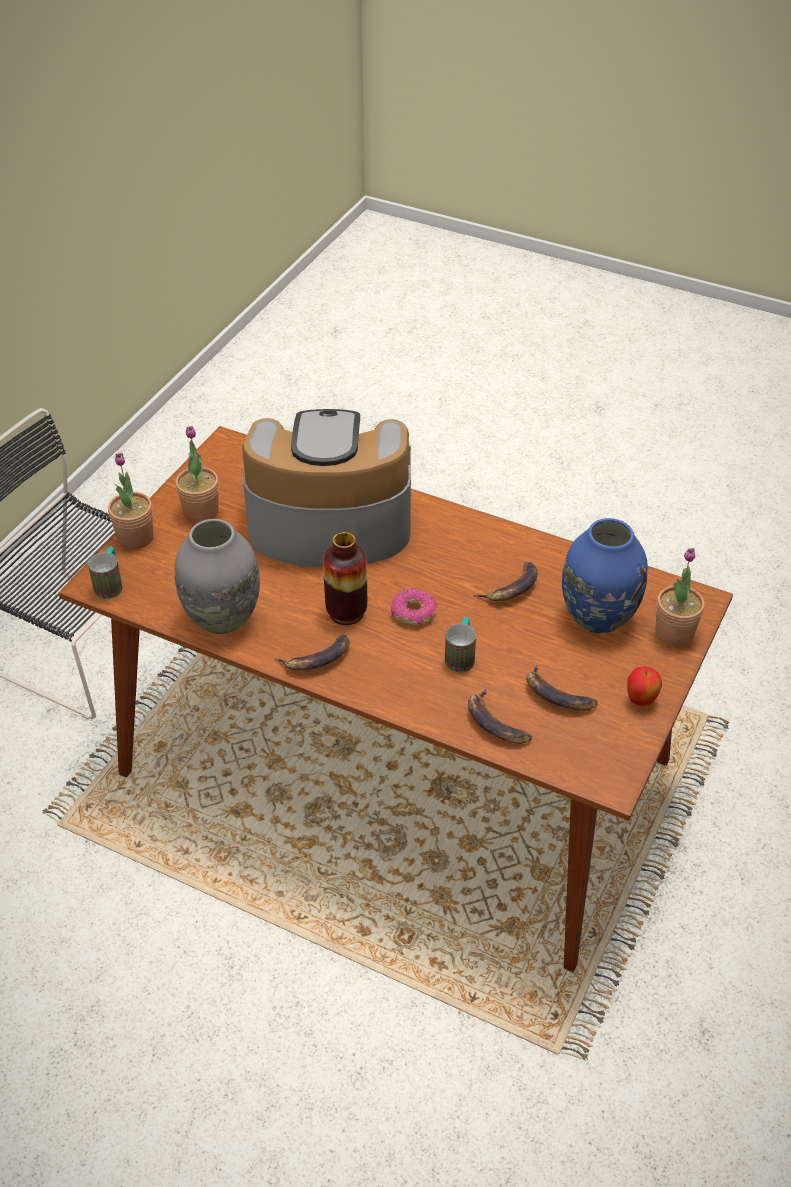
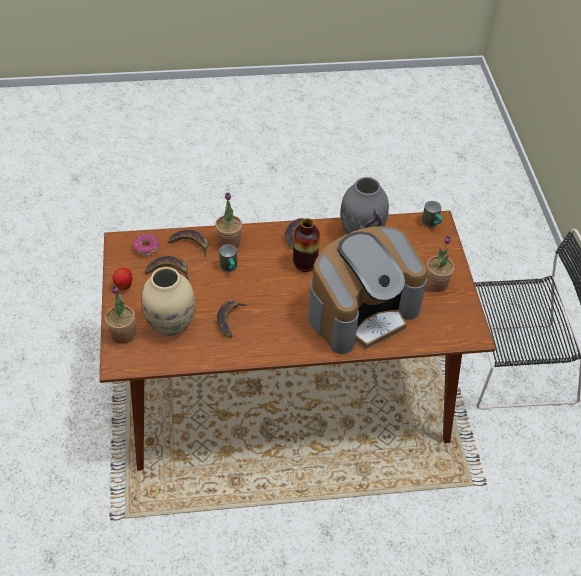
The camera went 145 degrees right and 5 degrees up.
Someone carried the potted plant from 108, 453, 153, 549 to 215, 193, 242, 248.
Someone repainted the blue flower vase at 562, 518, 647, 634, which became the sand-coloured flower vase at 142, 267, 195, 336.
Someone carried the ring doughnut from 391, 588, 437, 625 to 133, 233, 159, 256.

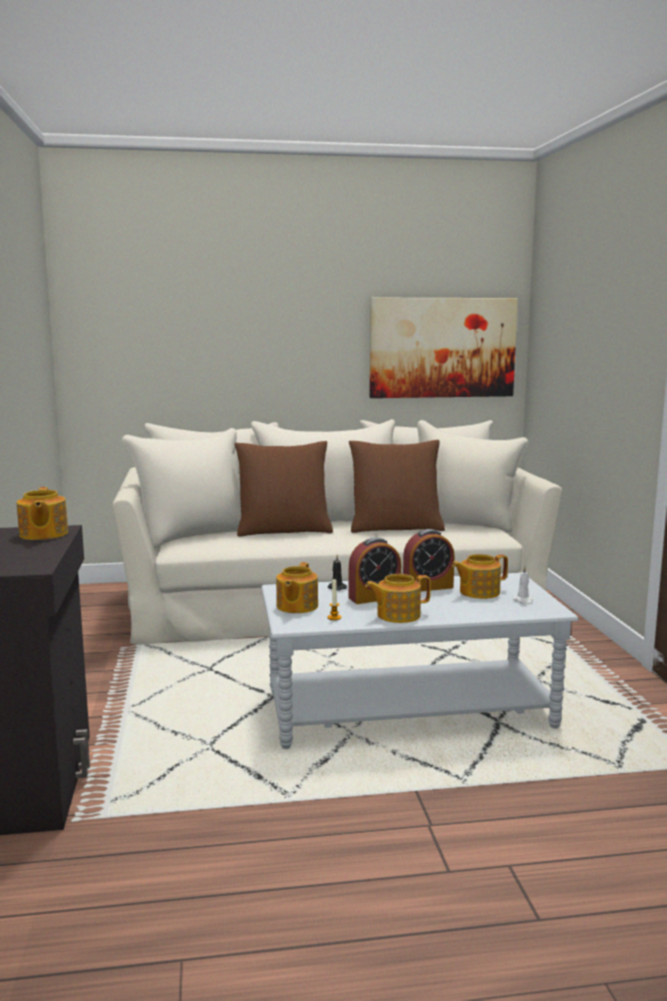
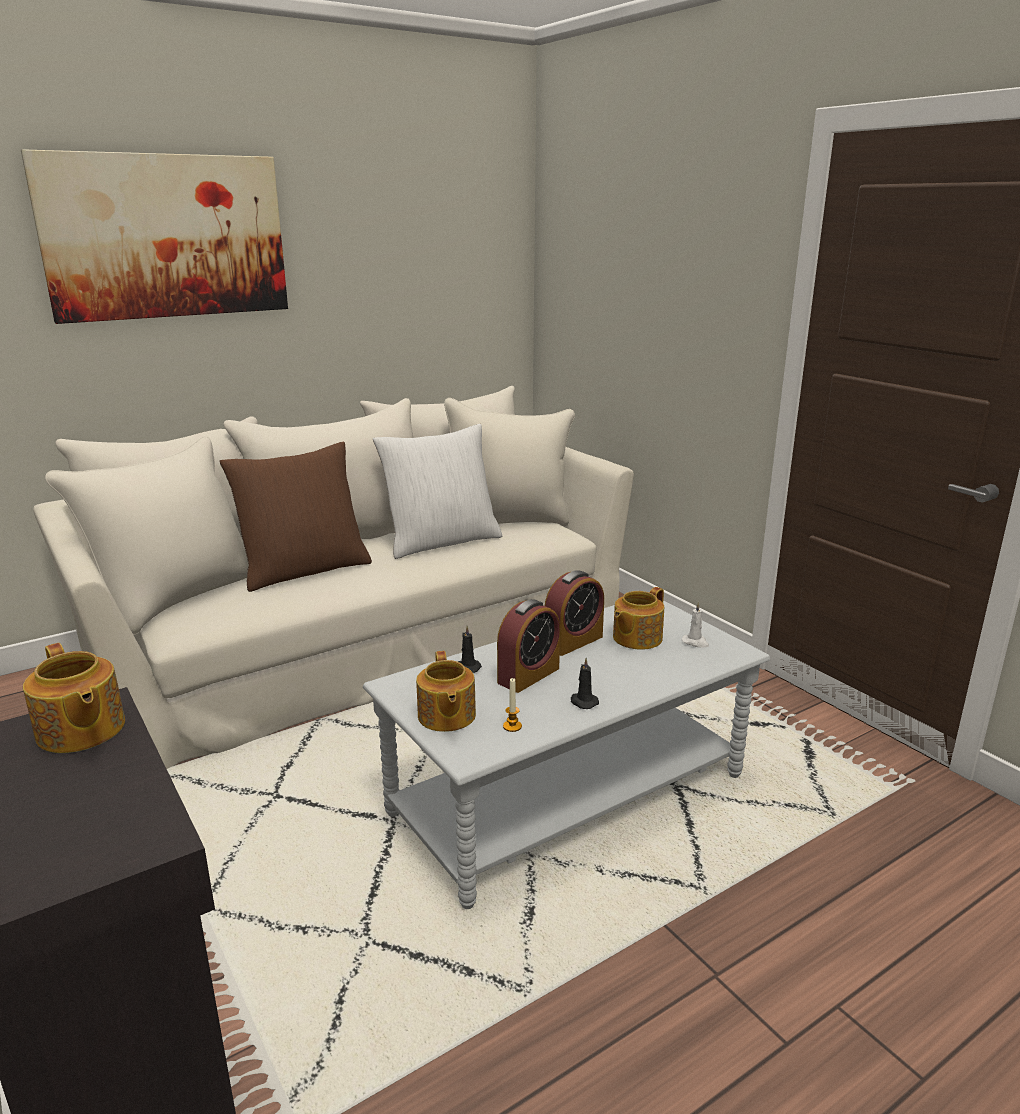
The camera went 25 degrees left and 10 degrees up.
Someone carried the wall picture from 369, 298, 518, 398 to 21, 149, 288, 324.
Someone repainted the brown throw pillow at 349, 440, 445, 533, which became the white-coloured throw pillow at 373, 424, 502, 559.
Someone swapped the teapot at 365, 574, 431, 623 for the black candle at 571, 658, 599, 709.

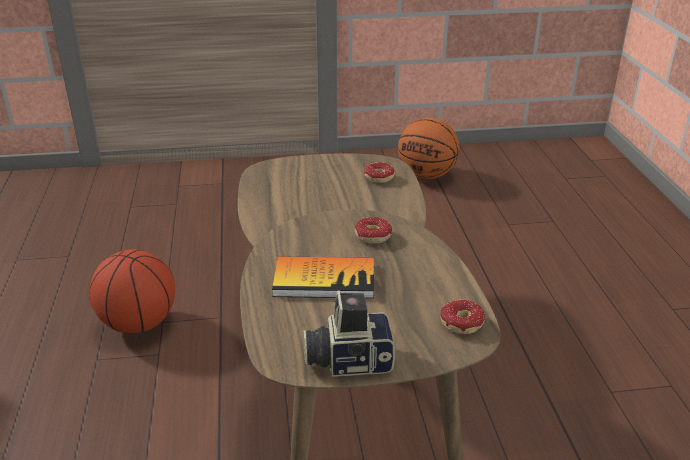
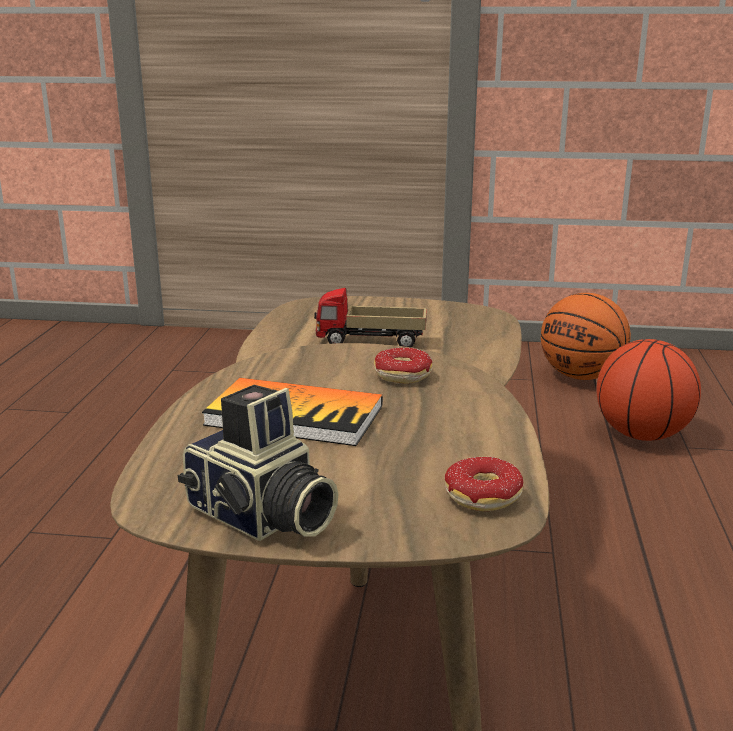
The camera went 15 degrees right and 10 degrees down.
Someone took away the ring doughnut at 364, 162, 395, 183.
Someone carried the basketball ball from 89, 250, 175, 333 to 596, 339, 701, 441.
Someone rotated the still camera at 303, 290, 395, 377 by 150 degrees counterclockwise.
Someone put down the toy truck at 314, 288, 427, 347.

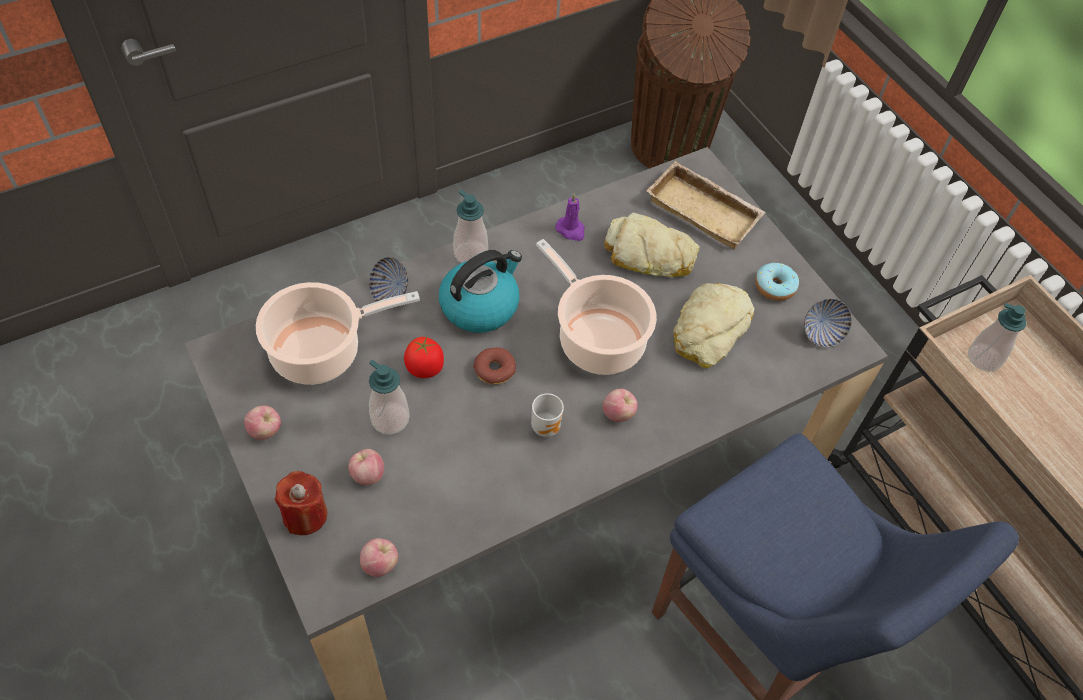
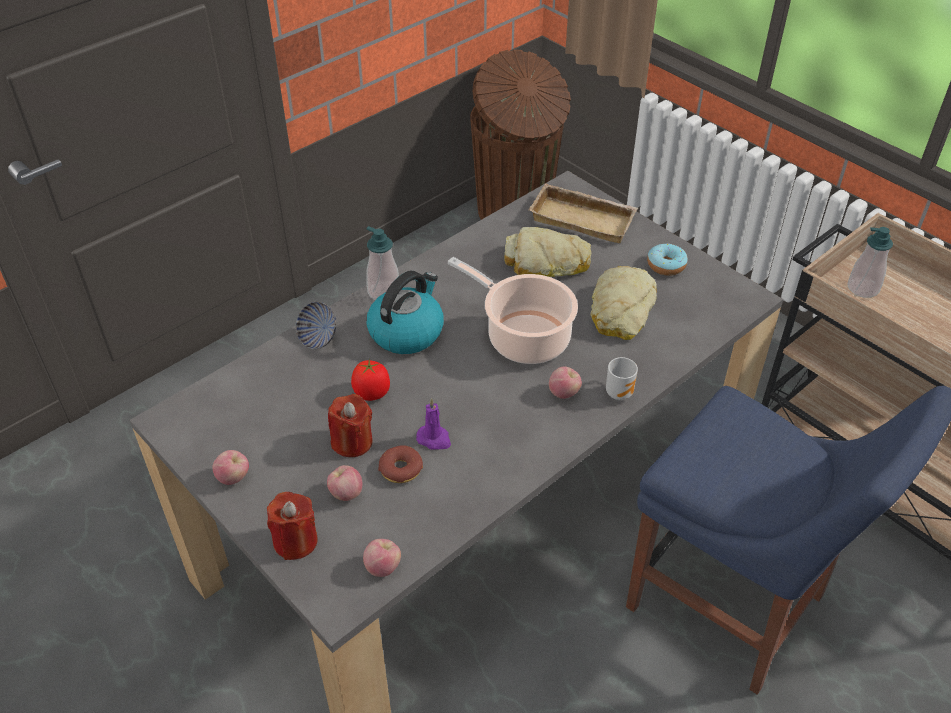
The camera went 10 degrees left and 10 degrees down.
Someone carried the purplish candle from 555, 193, 585, 241 to 416, 398, 451, 450.
Someone took away the saucepot at 256, 282, 420, 385.
Someone took away the bowl at 804, 299, 852, 347.
Someone carried the ring doughnut from 473, 348, 516, 385 to 378, 445, 423, 483.
Someone swapped the soap bottle at 369, 360, 409, 435 for the red-coloured candle at 328, 394, 372, 457.
Someone carried the coffee mug from 531, 393, 564, 437 to 606, 357, 638, 400.

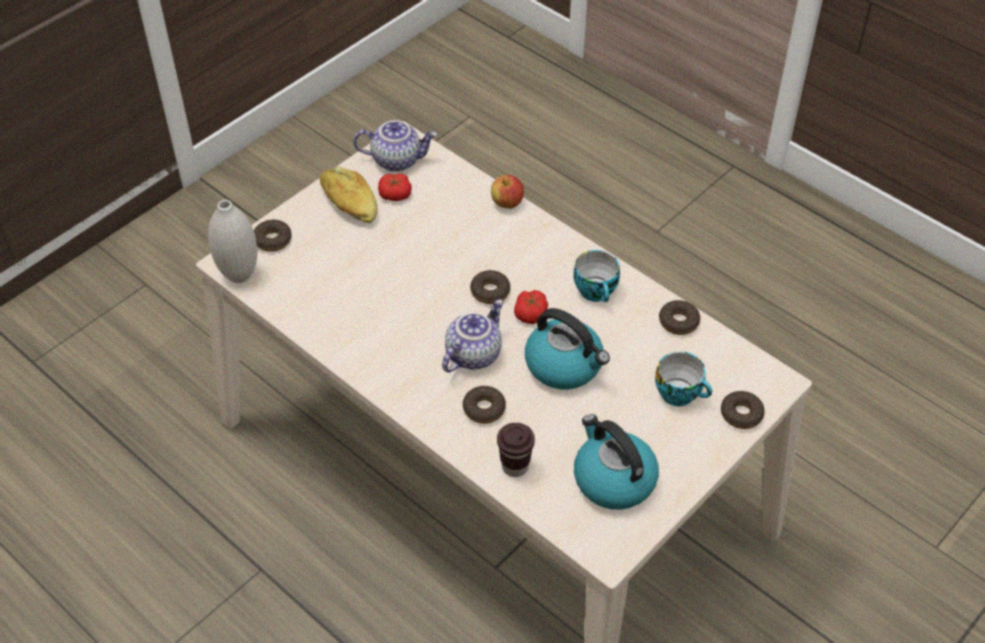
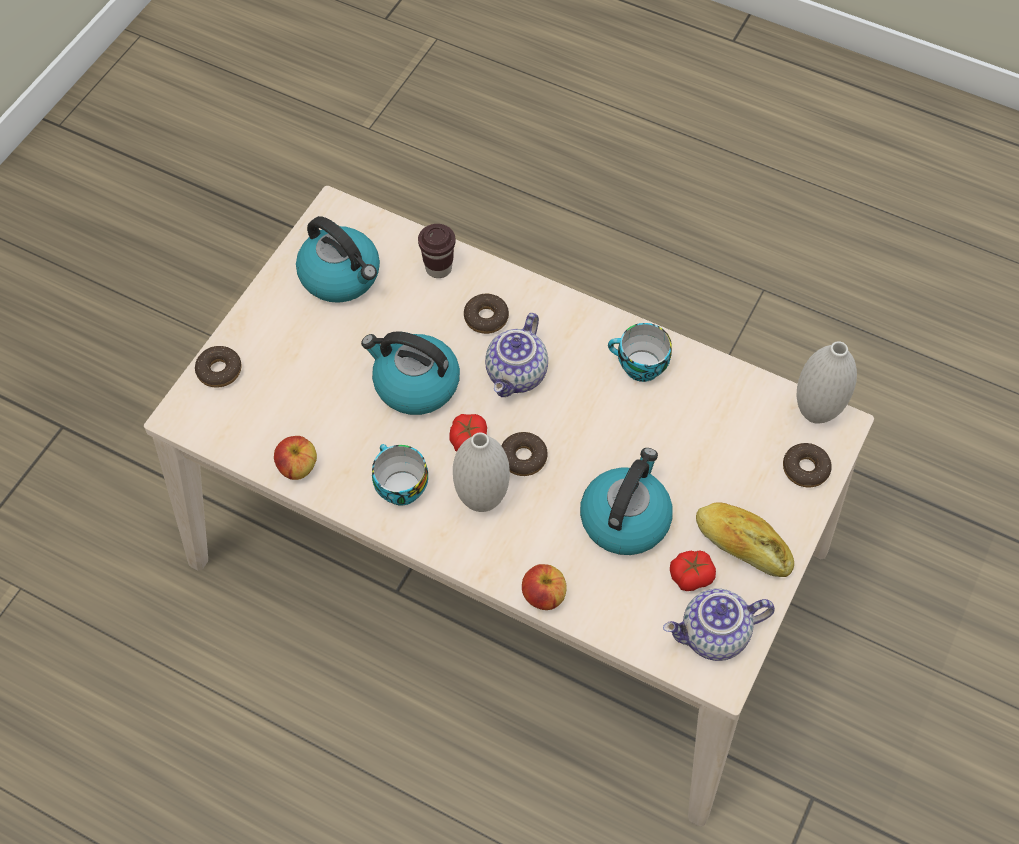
The camera went 165 degrees right and 10 degrees up.
Someone swapped the ring doughnut at 659, 300, 700, 335 for the apple fruit at 274, 436, 317, 480.
Someone carried the small cup from 655, 351, 712, 406 to 608, 323, 672, 382.
Someone put down the white-coloured flower vase at 453, 432, 510, 512.
Someone put down the tea kettle at 580, 448, 673, 555.

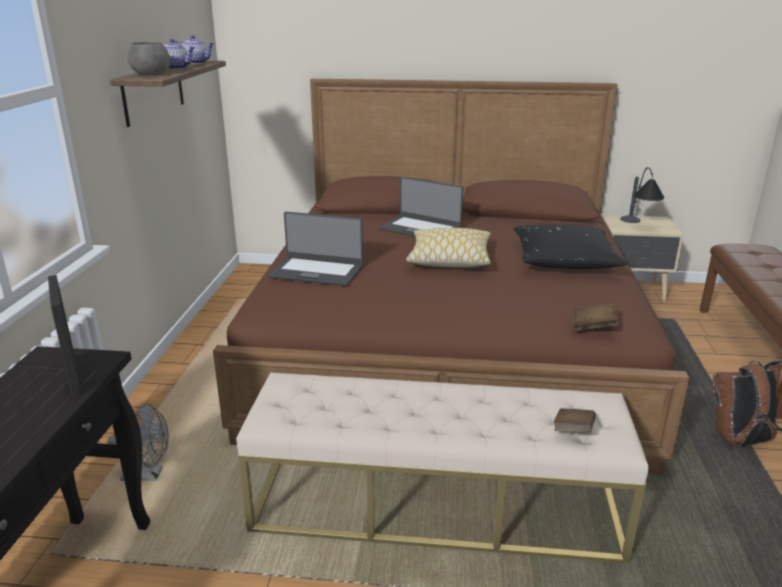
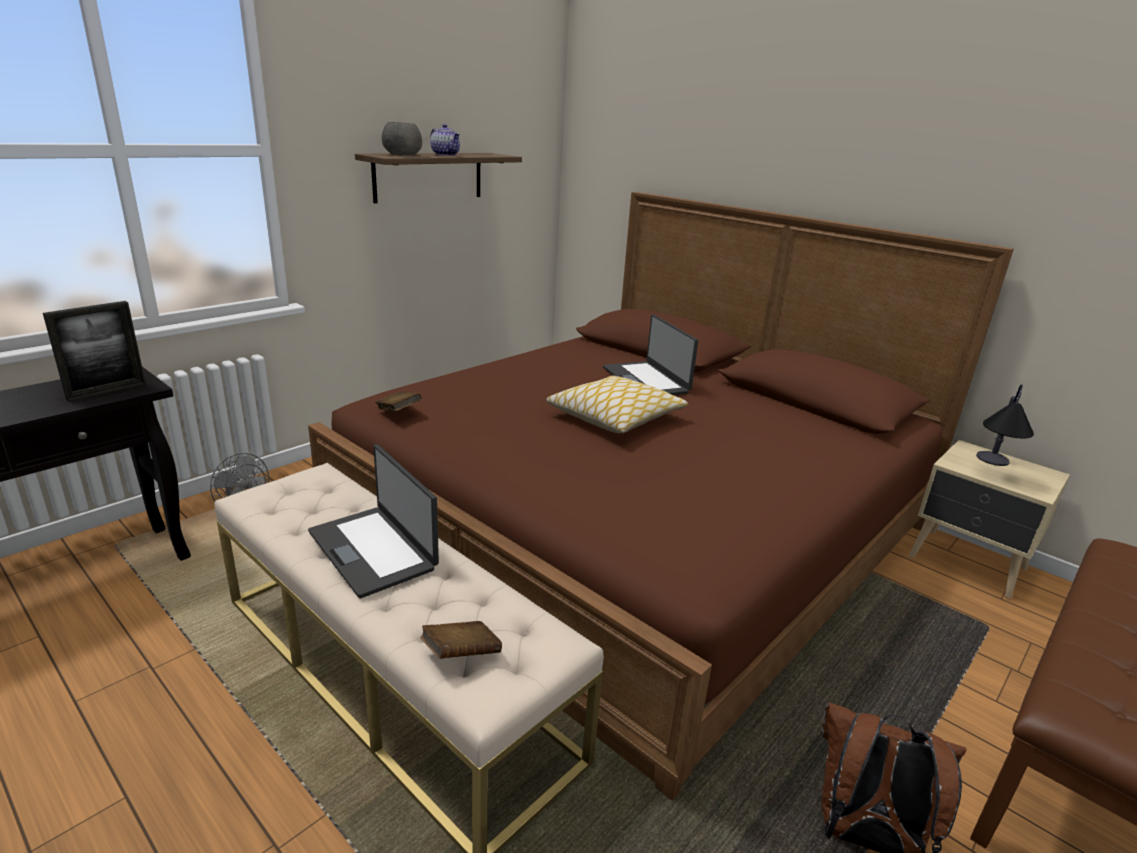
The camera went 35 degrees right and 0 degrees up.
Someone took away the teapot at 175, 35, 214, 64.
Someone carried the portable computer from 267, 212, 363, 286 to 308, 444, 439, 598.
Someone took away the black throw pillow at 513, 224, 628, 269.
Someone rotated the standing frame at 48, 275, 81, 397 by 150 degrees counterclockwise.
Someone carried the brown book from 573, 303, 618, 331 to 376, 392, 422, 412.

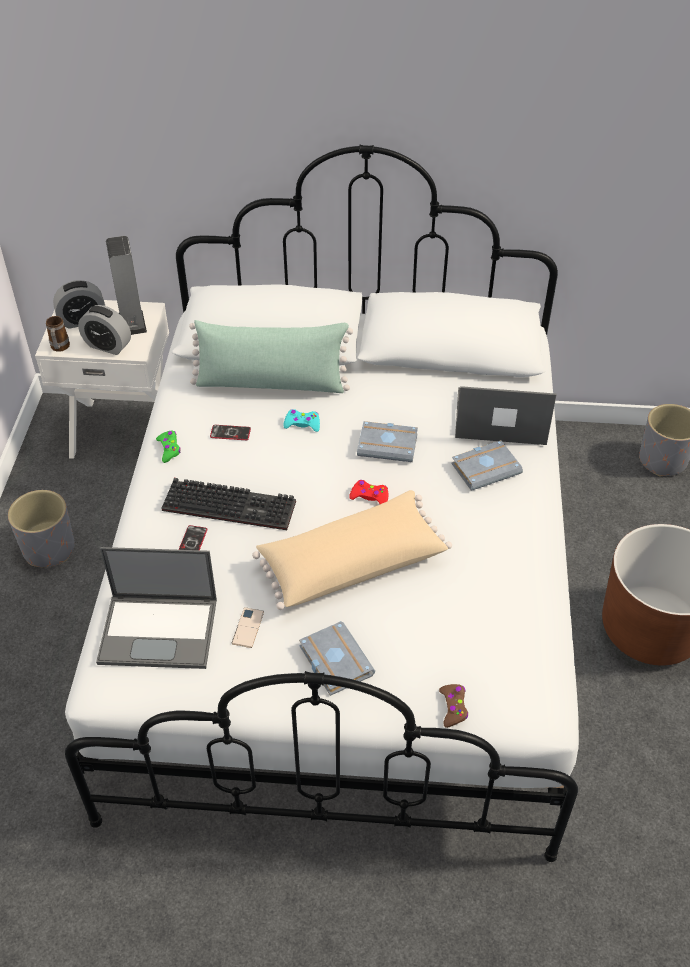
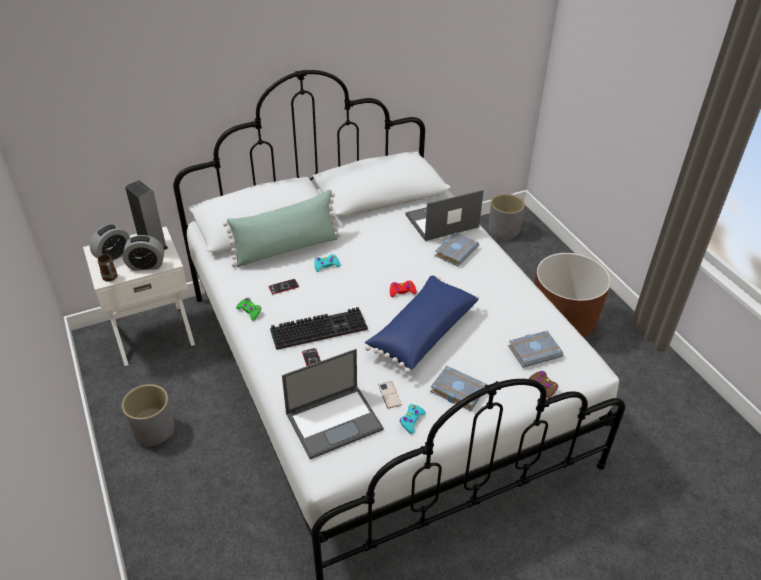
The camera went 30 degrees left and 5 degrees down.
Someone carried the gray book from 357, 421, 418, 462 to 508, 331, 563, 368.
Someone repainted the sand-coloured throw pillow at 252, 490, 452, 610, which became the blue throw pillow at 365, 276, 479, 373.
Someone put down the turquoise-coloured joypad at 400, 404, 426, 434.

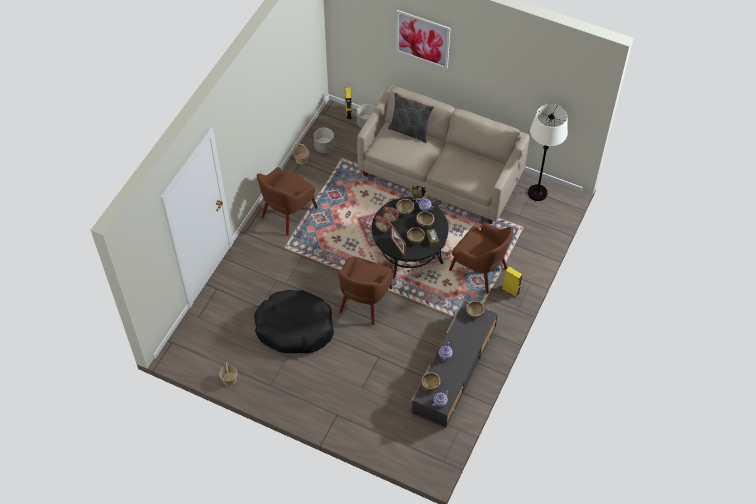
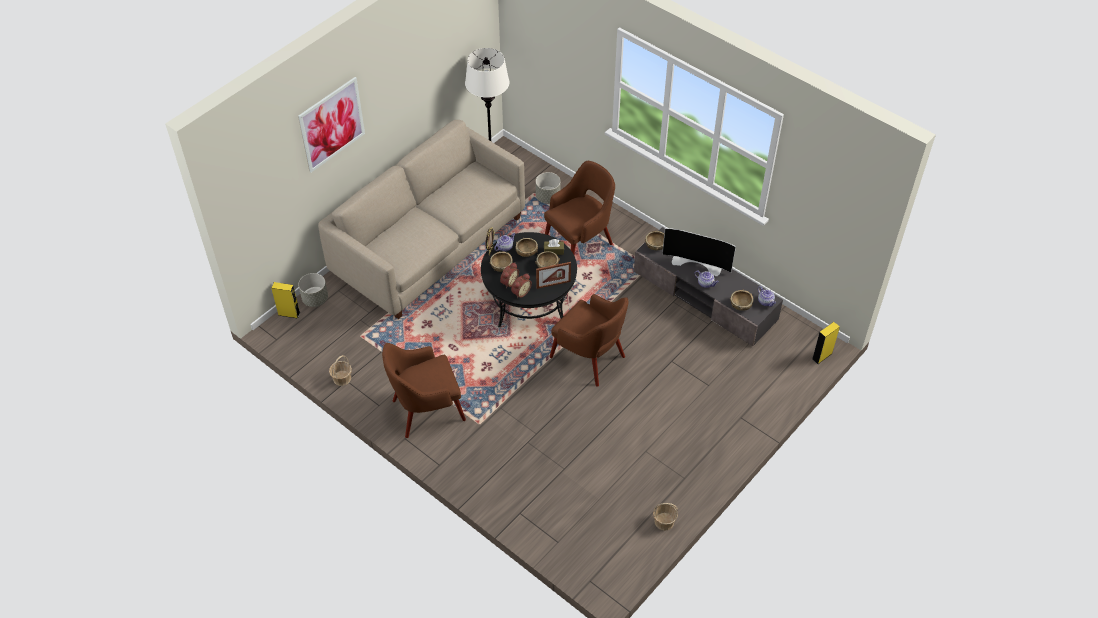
The camera went 75 degrees left and 5 degrees down.
Someone took away the gray throw pillow at 388, 93, 434, 143.
Someone carried the gray plant pot from 314, 128, 334, 153 to 536, 172, 561, 204.
Someone rotated the brown lounge chair at 257, 167, 318, 236 by 105 degrees clockwise.
Someone carried the yellow speaker from 502, 267, 523, 297 to 812, 322, 840, 364.
Someone took away the black pet bed at 254, 290, 334, 353.
Someone put down the TV set at 662, 228, 736, 276.

